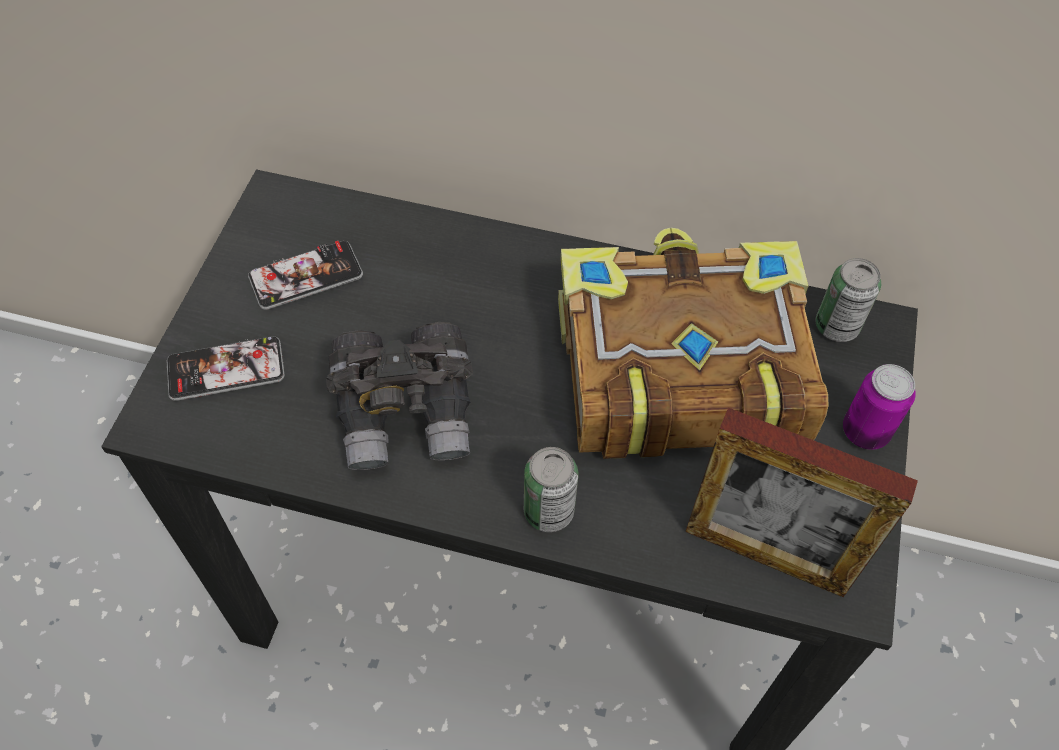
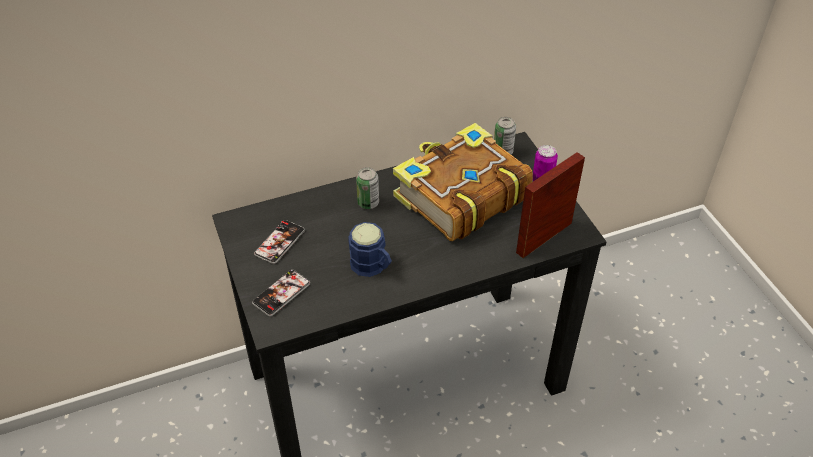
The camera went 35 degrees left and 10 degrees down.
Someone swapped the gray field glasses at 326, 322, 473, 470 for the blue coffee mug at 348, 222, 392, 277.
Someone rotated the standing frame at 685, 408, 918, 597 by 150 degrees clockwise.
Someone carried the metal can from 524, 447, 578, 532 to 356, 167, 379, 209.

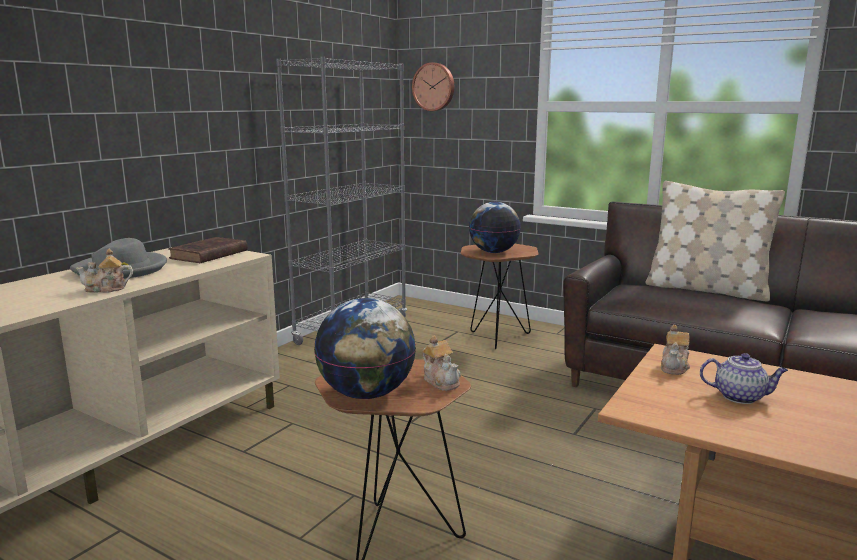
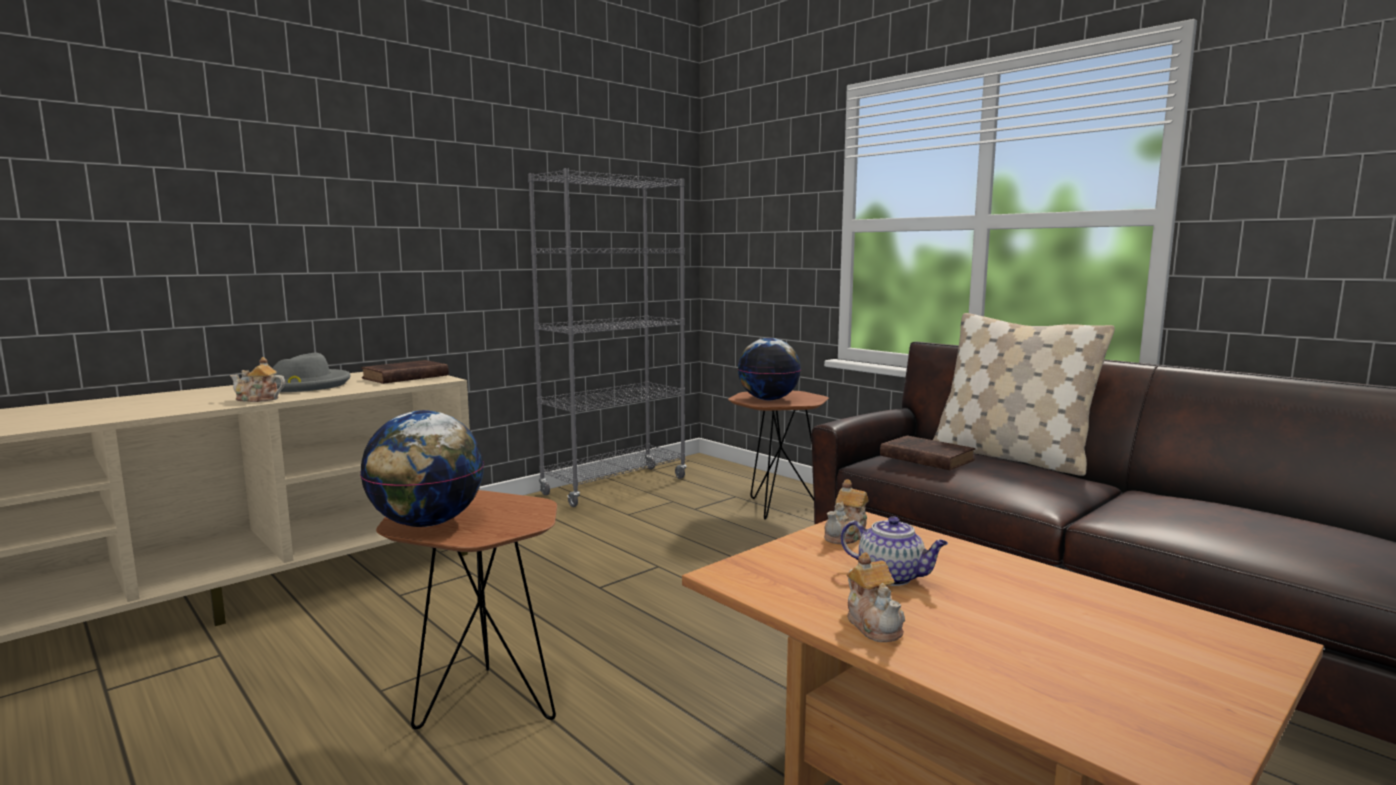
The camera went 15 degrees right and 5 degrees down.
Someone took away the clock on the wall at 412, 62, 454, 111.
Someone carried the teapot from 422, 336, 461, 391 to 847, 552, 905, 642.
Someone put down the brown book at 880, 435, 975, 470.

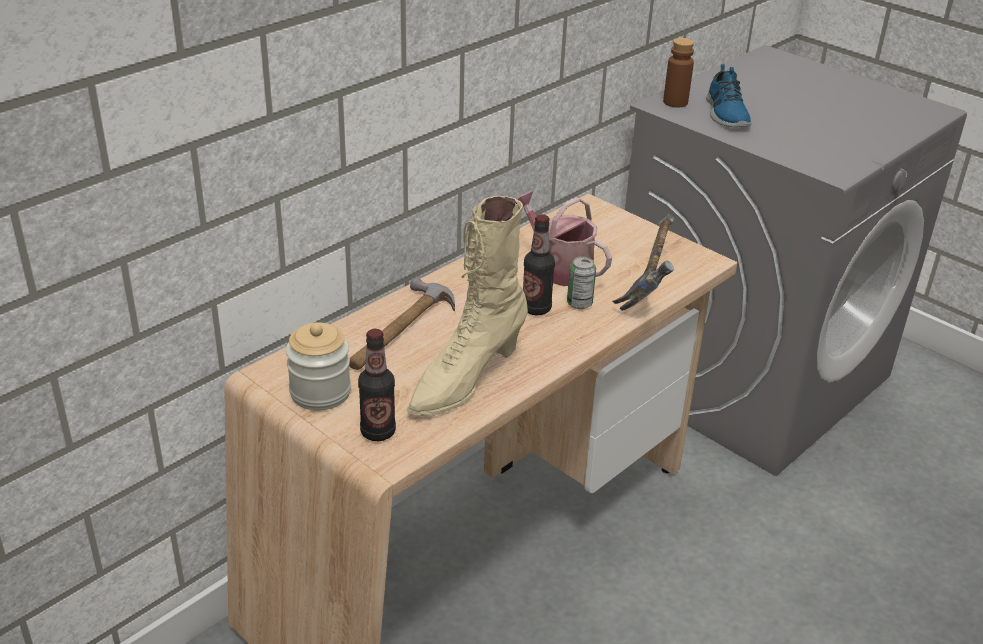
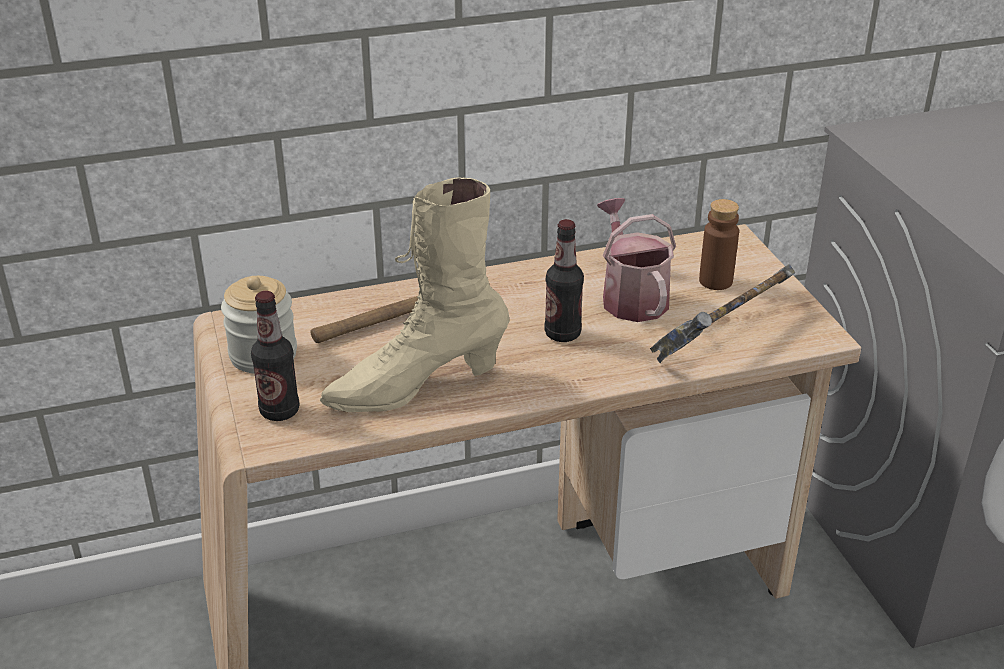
The camera went 30 degrees right and 0 degrees up.
Someone carried the brown beverage bottle from 663, 38, 694, 108 to 699, 199, 739, 290.
Someone took away the item of footwear at 706, 64, 751, 127.
Someone took away the metal can at 567, 256, 596, 309.

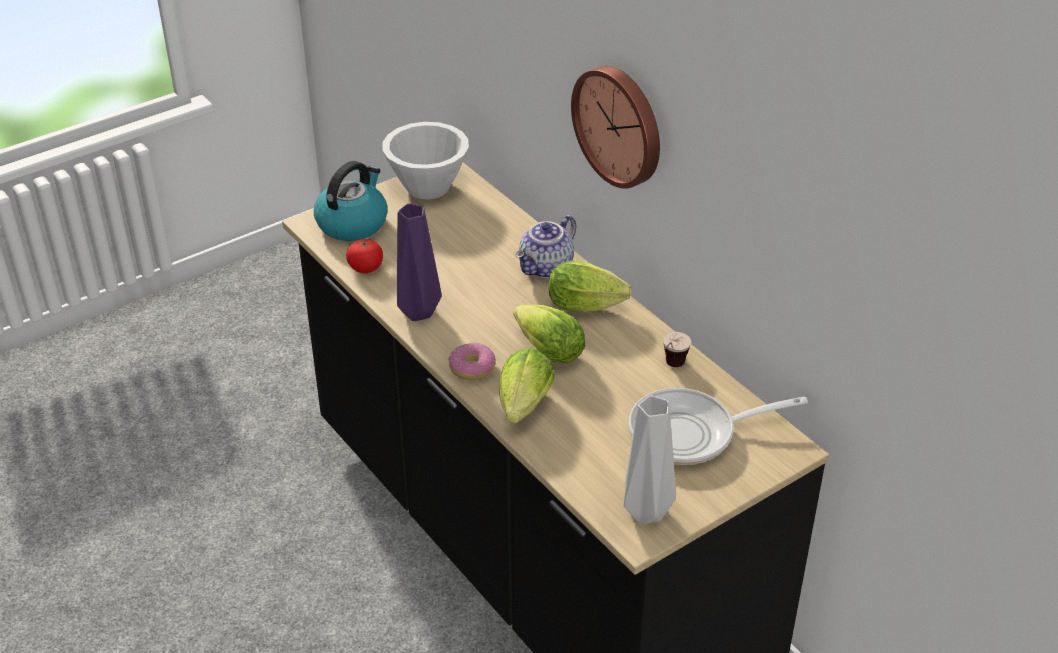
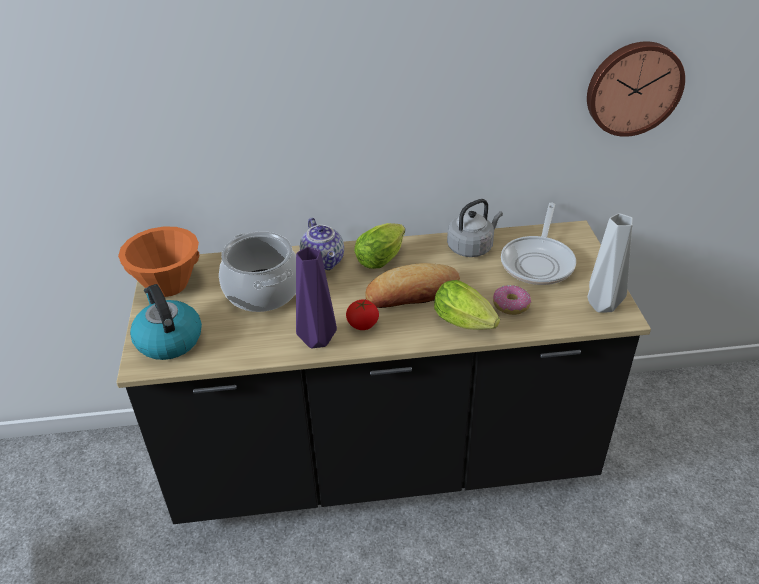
The camera went 60 degrees left and 0 degrees up.
Someone carried the clock on the wall from 571, 66, 660, 189 to 587, 41, 685, 137.
Someone repainted the white-coloured bowl at 383, 122, 469, 199, which became the orangey bowl at 118, 226, 199, 297.
Someone carried the whole tomato from 346, 239, 383, 273 to 346, 299, 379, 330.
Someone swapped the lettuce at 513, 305, 585, 364 for the bread at 365, 263, 460, 308.
Someone swapped the small cup at 663, 332, 691, 367 for the gray tea kettle at 447, 199, 503, 257.
Someone carried the ring doughnut from 448, 343, 496, 380 to 493, 285, 531, 315.
Someone put down the saucepot at 219, 231, 296, 312.

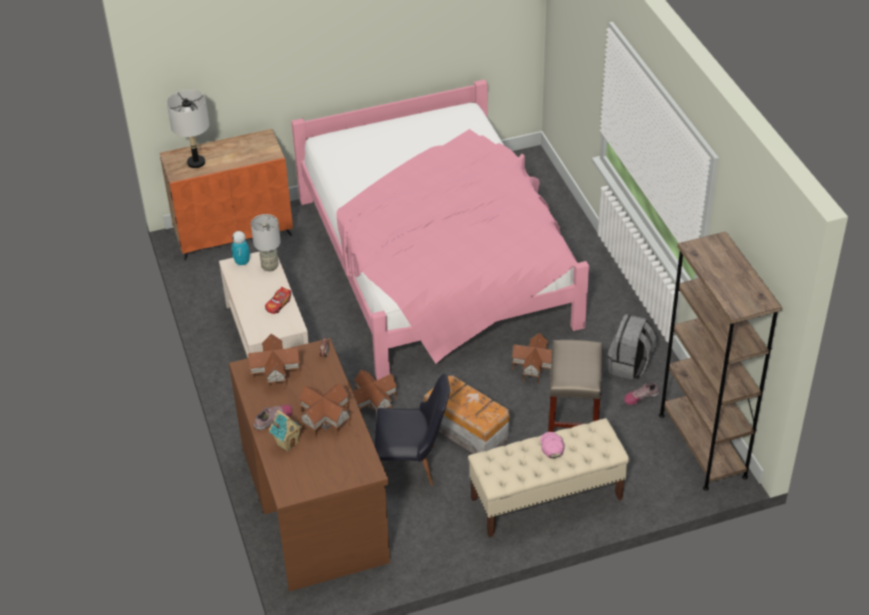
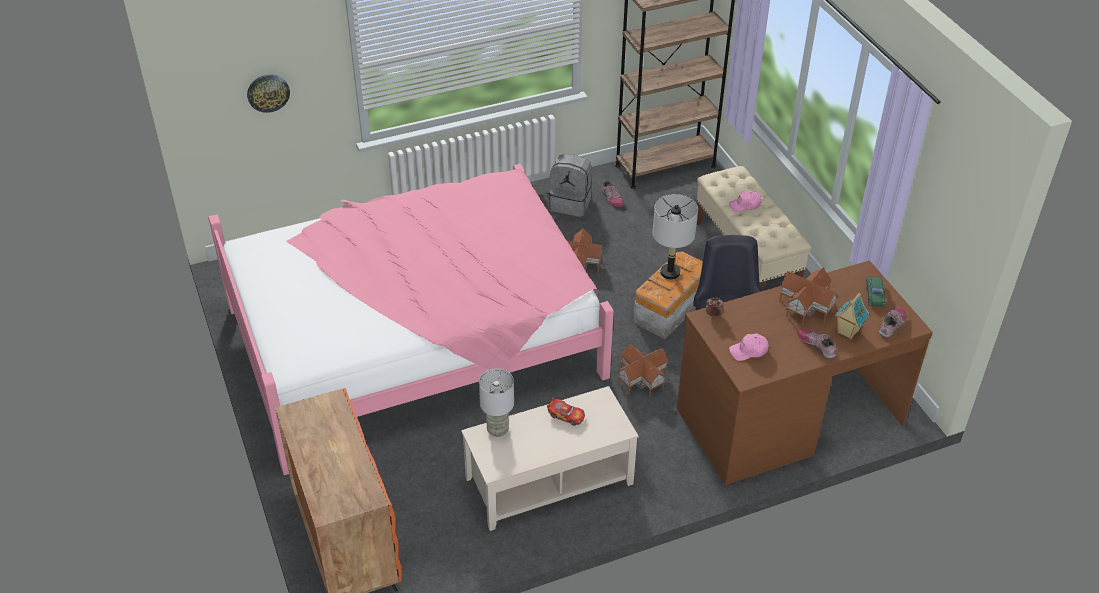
The camera went 95 degrees left and 0 degrees up.
Someone carried the gray lamp for a table from 167, 90, 209, 168 to 653, 194, 698, 280.
Someone took away the model robot at 232, 231, 250, 266.
Someone swapped the toy house at 248, 334, 300, 391 for the pink-coloured peaked cap at 729, 333, 769, 361.
Someone took away the sand-coloured stool seat at 548, 340, 603, 432.
Someone put up the clock on the wall at 247, 75, 290, 113.
Someone put down the green model car at 866, 276, 886, 307.
Someone put down the item of footwear at 879, 307, 907, 338.

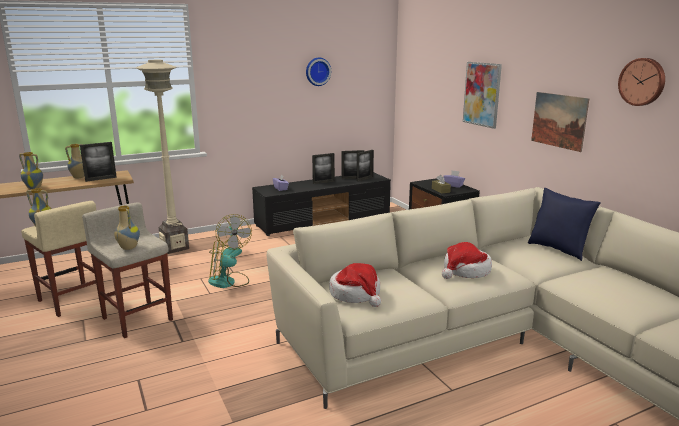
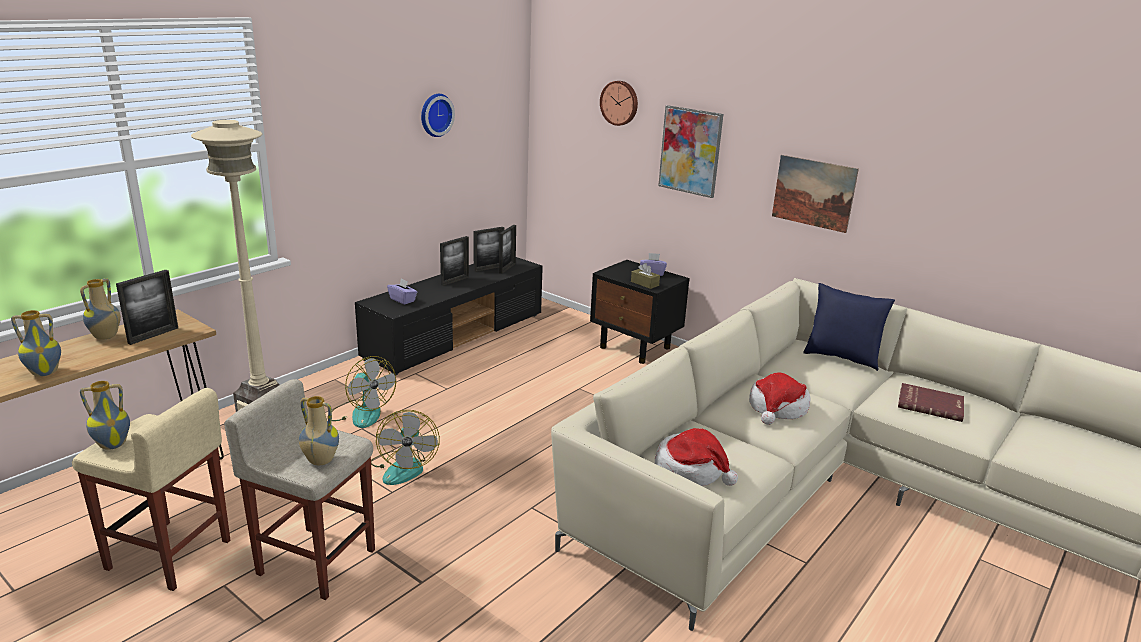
The camera went 25 degrees left and 5 degrees up.
Someone carried the clock on the wall from 618, 58, 665, 106 to 600, 81, 638, 126.
Someone rotated the fan at 208, 240, 249, 288 by 60 degrees counterclockwise.
Someone put down the red-coloured book at 898, 383, 964, 422.

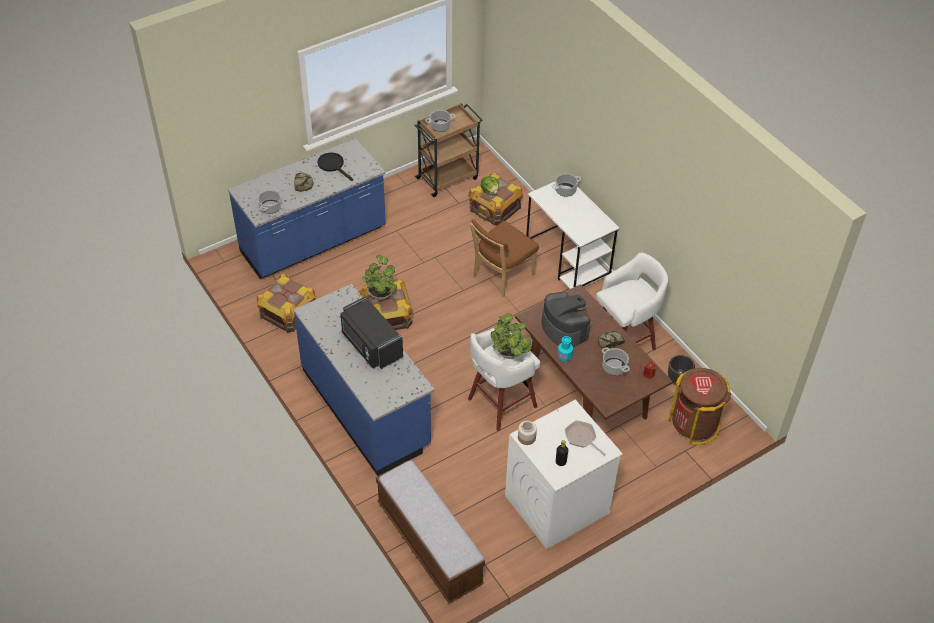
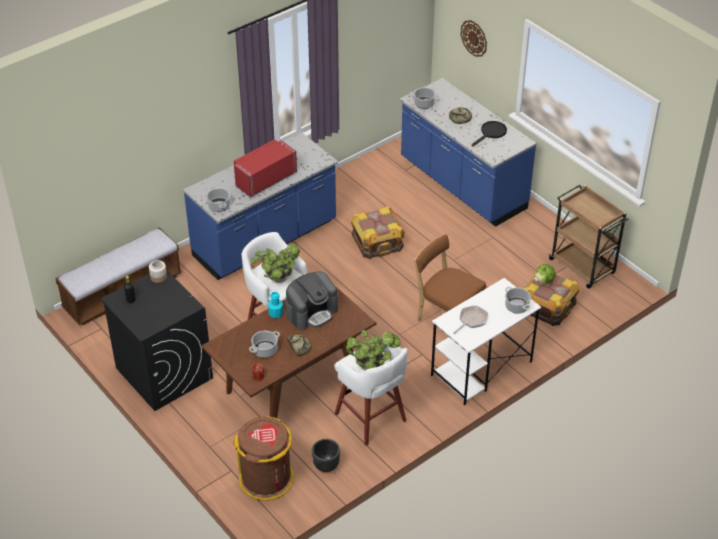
The camera went 85 degrees right and 5 degrees down.
Someone carried the saucepot from 425, 110, 455, 132 to 206, 187, 230, 212.
Someone carried the potted plant from 363, 255, 397, 300 to 346, 330, 401, 370.
Someone took away the crate at 257, 274, 316, 333.
Someone repainted the black kitchen microwave at 340, 296, 403, 369, which became the red-coloured kitchen microwave at 234, 139, 297, 198.
Someone repainted the white-coloured laundry machine at 505, 400, 623, 549, which became the black laundry machine at 100, 270, 213, 411.
Someone carried the frying pan from 565, 420, 606, 456 to 453, 305, 488, 334.
Someone put up the clock on the wall at 460, 20, 487, 57.

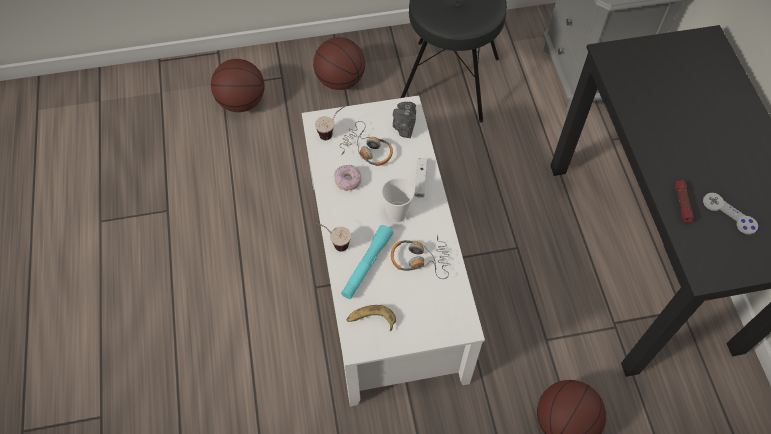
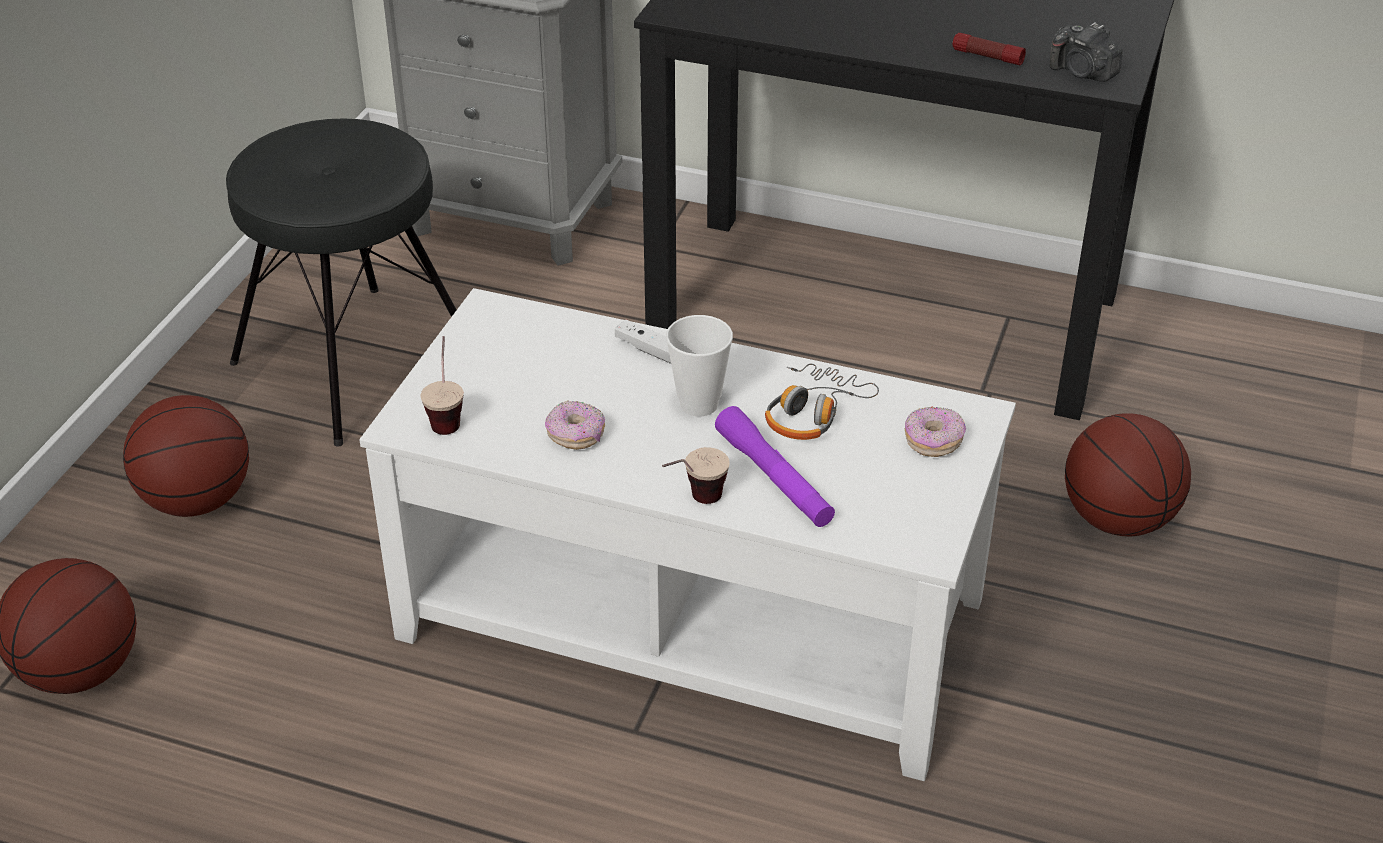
The camera went 60 degrees left and 20 degrees down.
Someone carried the still camera from 393, 102, 416, 138 to 1050, 22, 1123, 82.
Someone took away the headset at 340, 121, 393, 166.
Someone took away the gray joypad at 703, 193, 758, 235.
Someone repainted the turquoise-coloured torch at 341, 225, 393, 299, which became the purplish torch at 715, 406, 835, 527.
Someone took away the banana at 347, 305, 396, 331.
Someone put down the ring doughnut at 905, 406, 966, 457.

